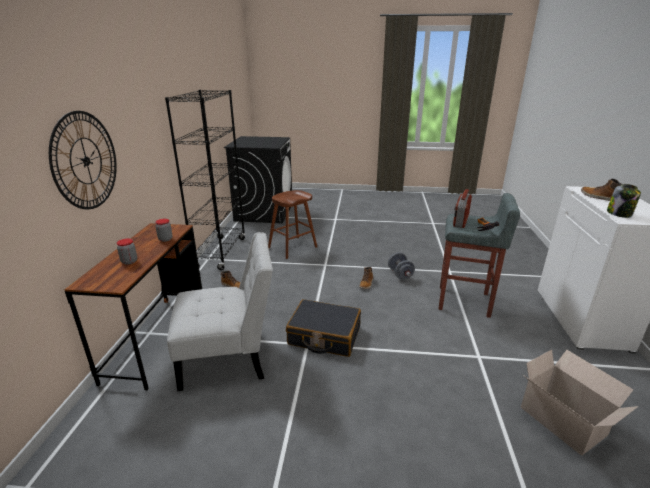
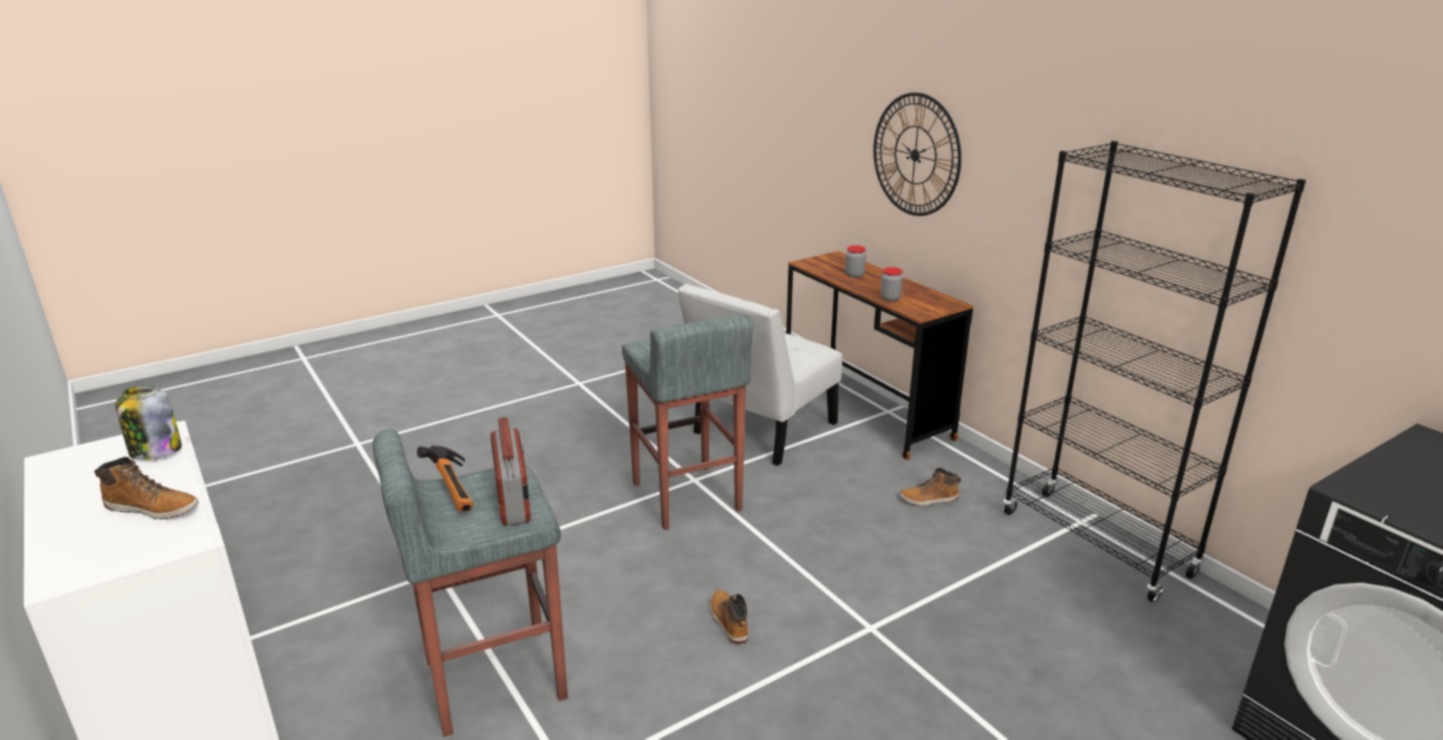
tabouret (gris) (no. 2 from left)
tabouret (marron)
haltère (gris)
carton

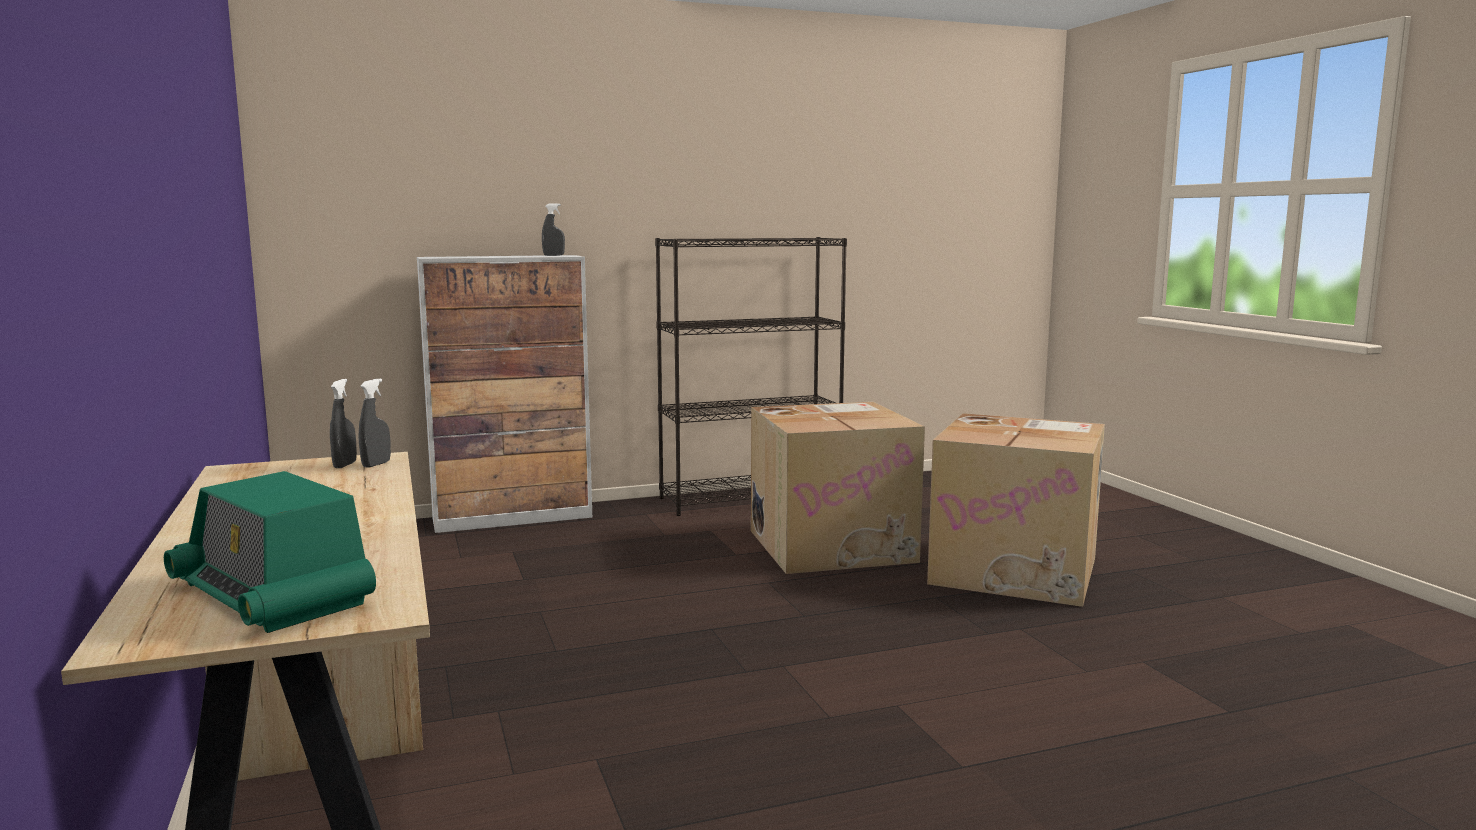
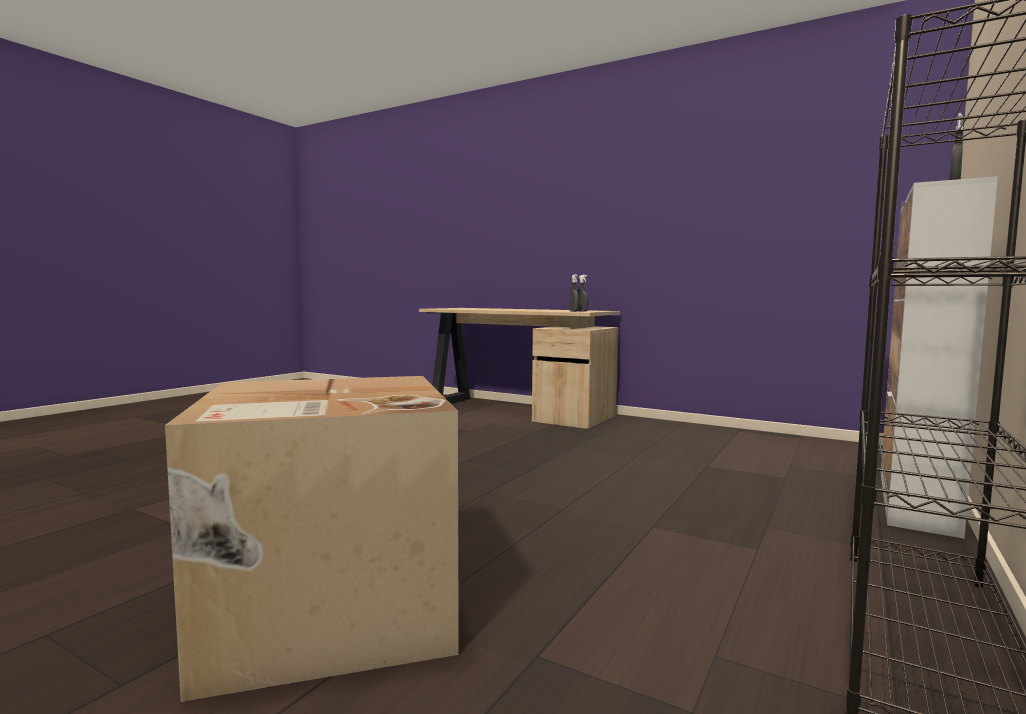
radio
carton (no. 1 from left in the first image)

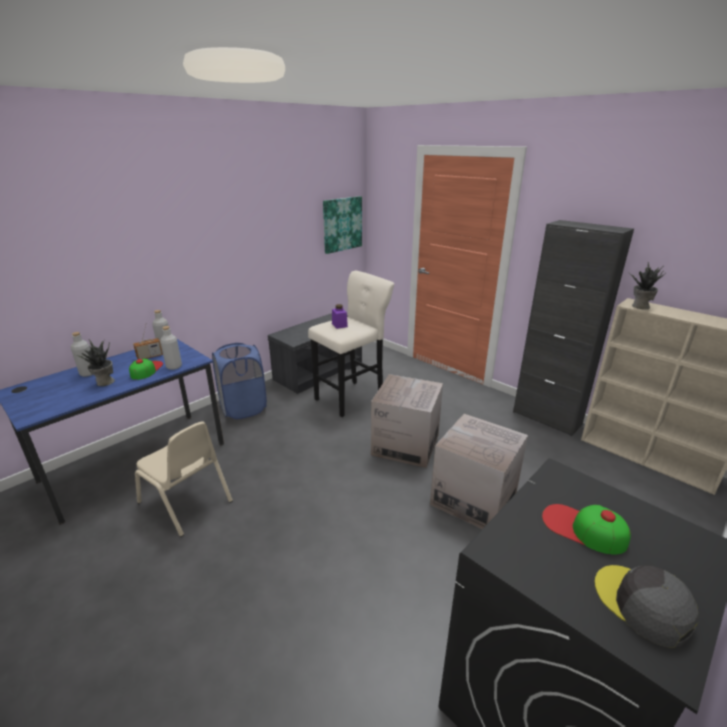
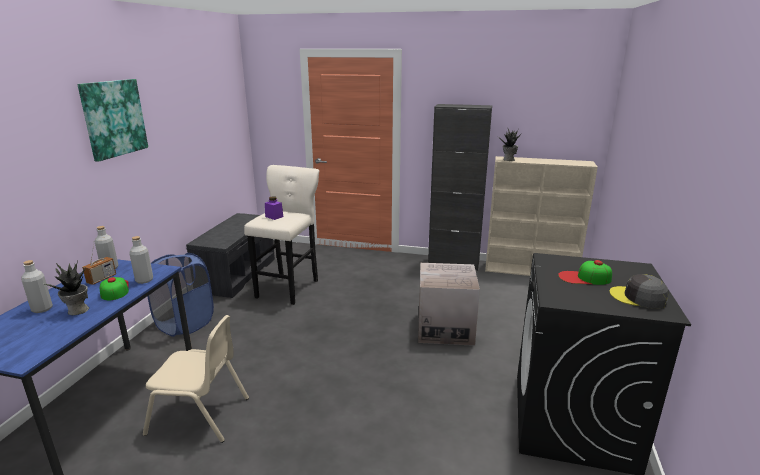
tableau
carton (no. 1 from left in the first image)

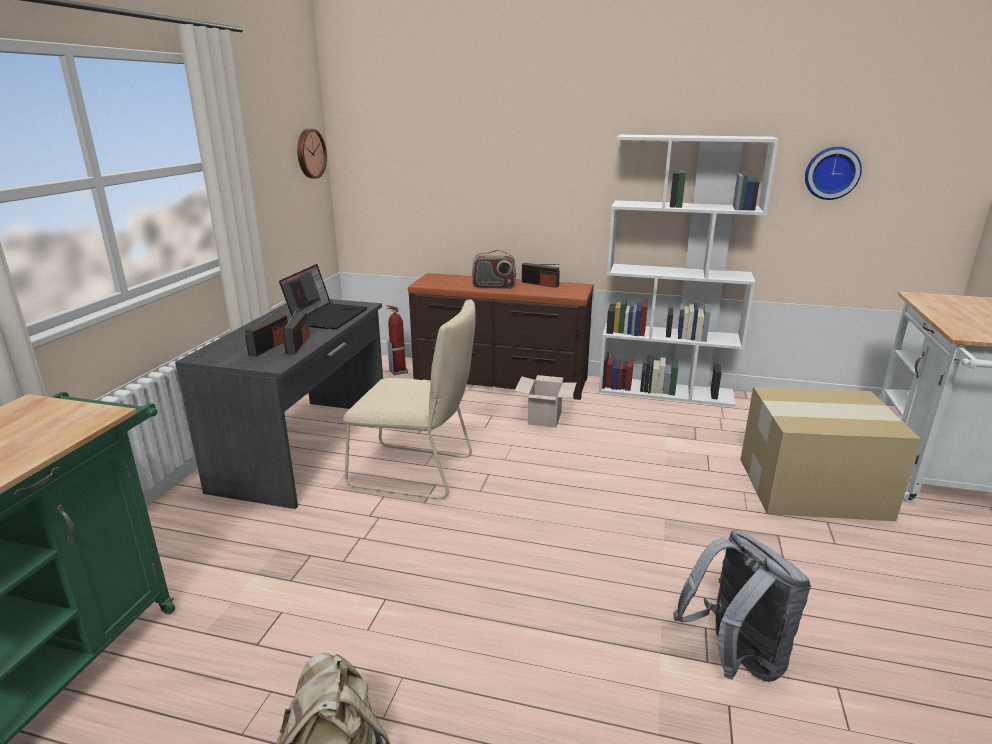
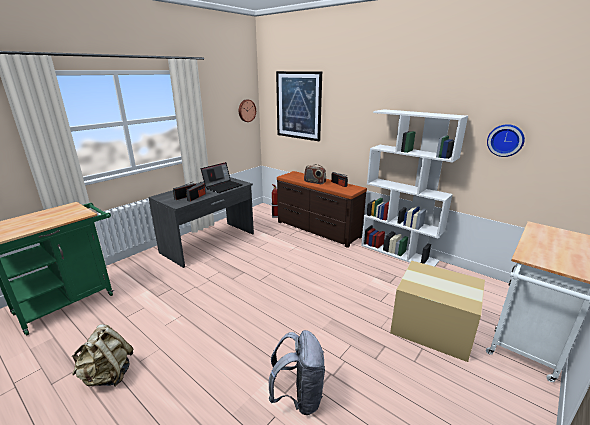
tableau
chaise (beige)
carton (no. 1 from left in the first image)

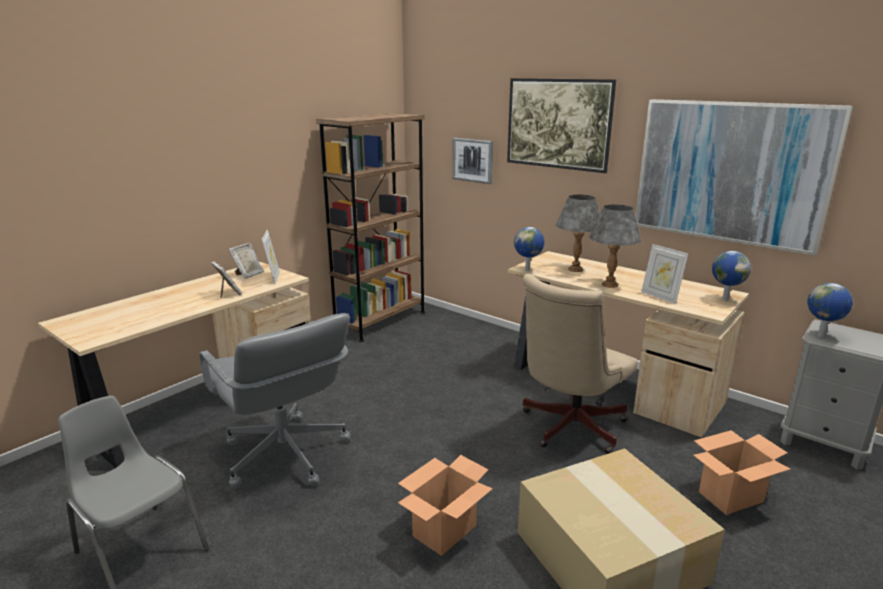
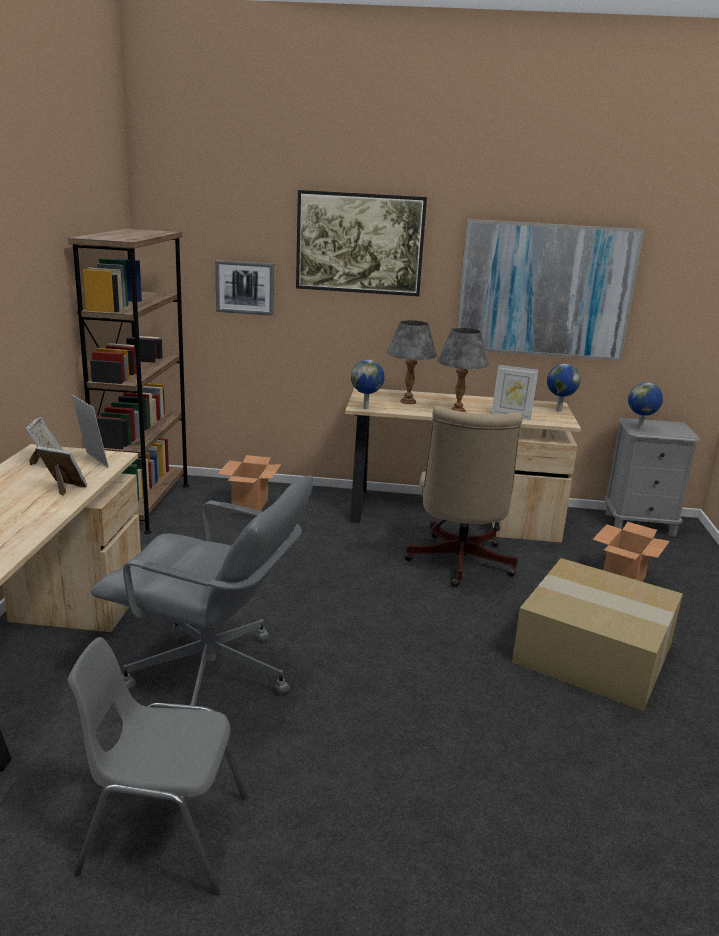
carton (no. 1 from left)

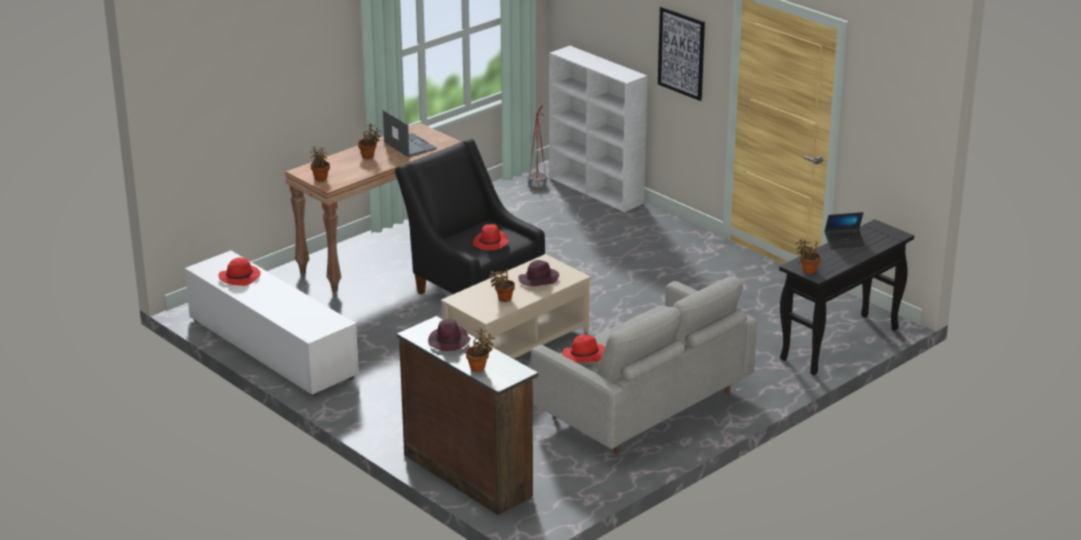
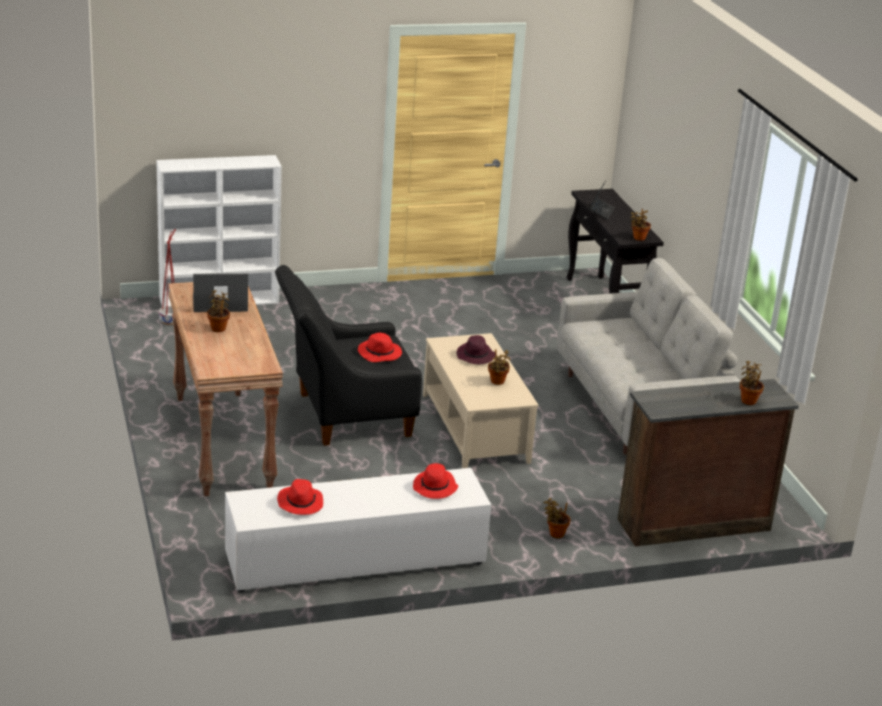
chapeau (rouge) (no. 3 from left)
plante en pot (no. 3 from left)
chapeau (violet) (no. 1 from left in the first image)
tableau

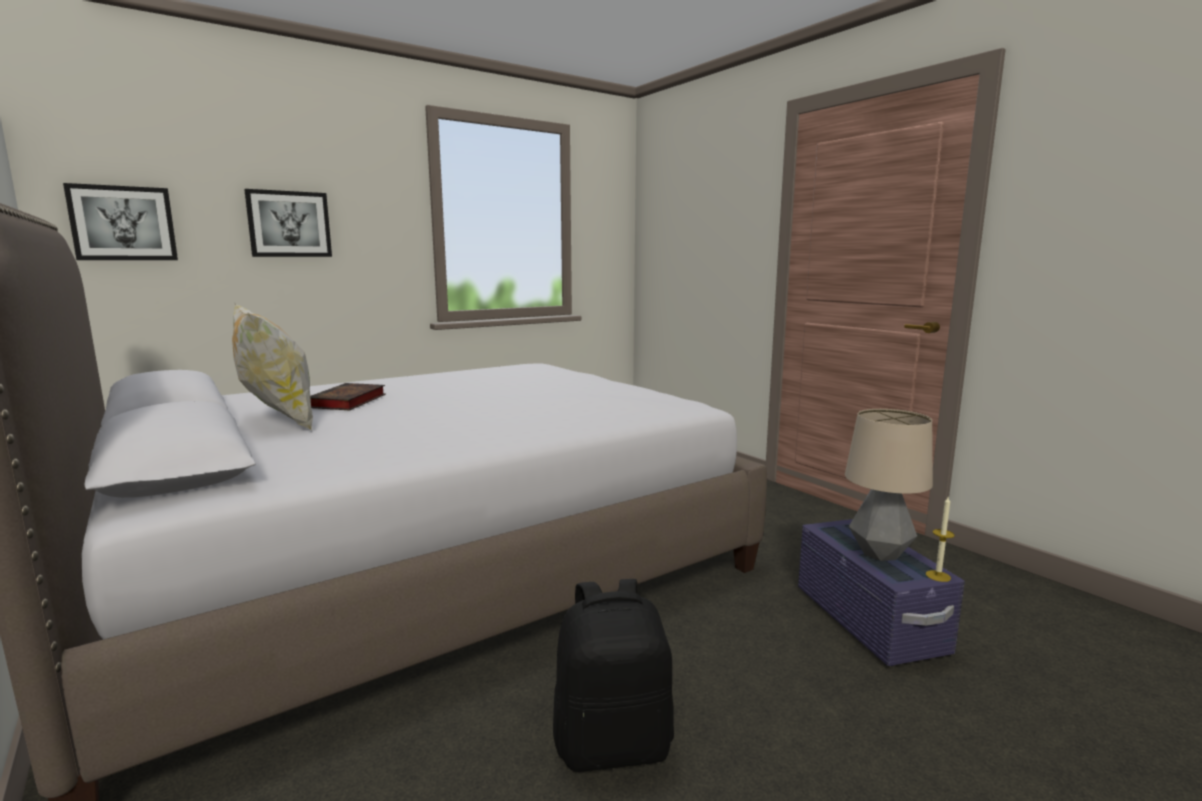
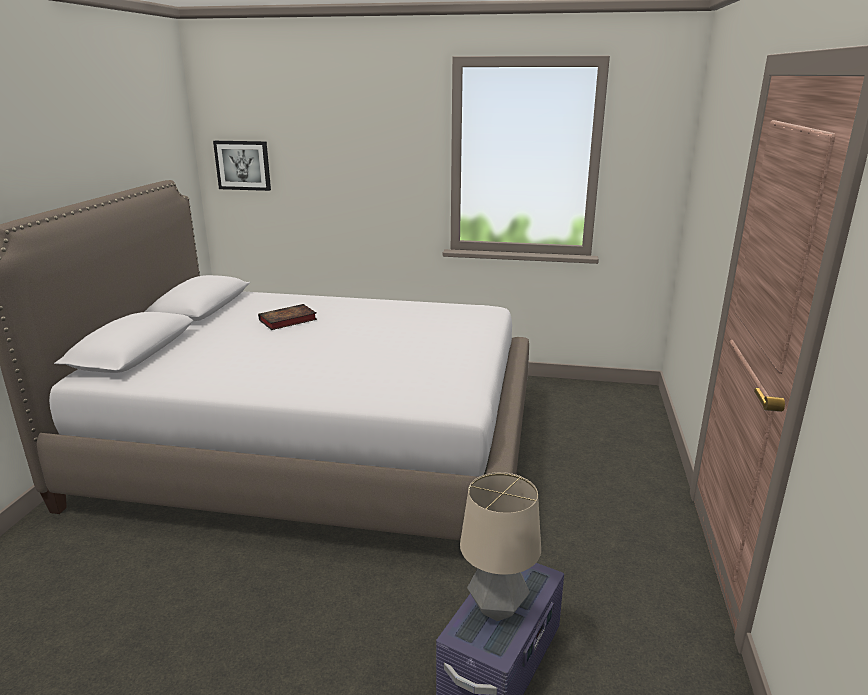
coussin
tableau (no. 2 from left in the first image)
sac à dos (noir)
bougie

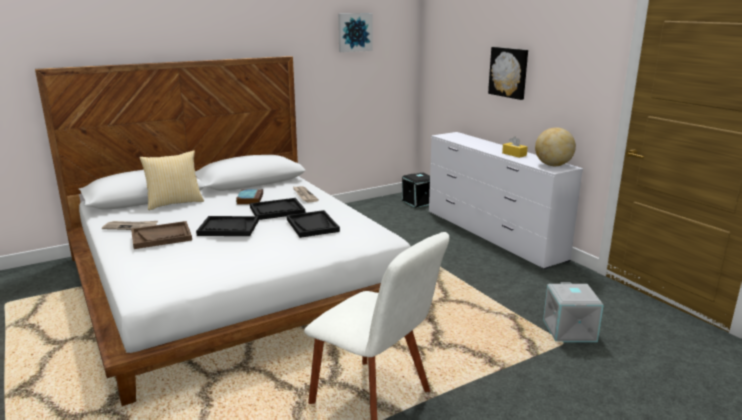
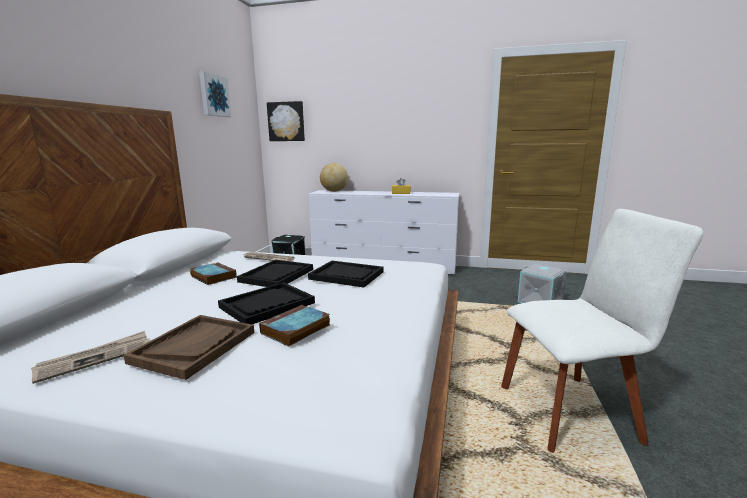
livre (no. 2 from left)
tableau (no. 2 from left)
globe
coussin

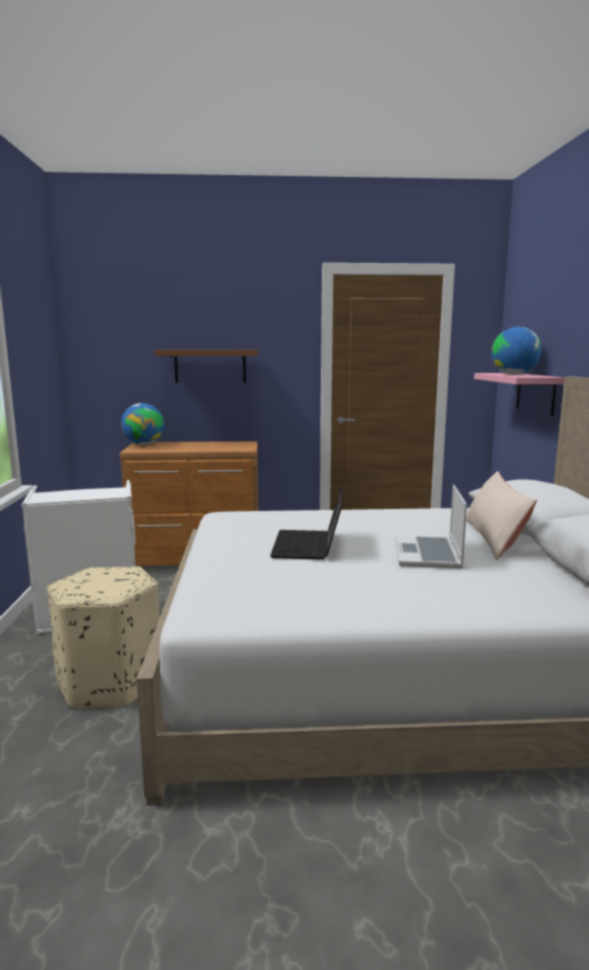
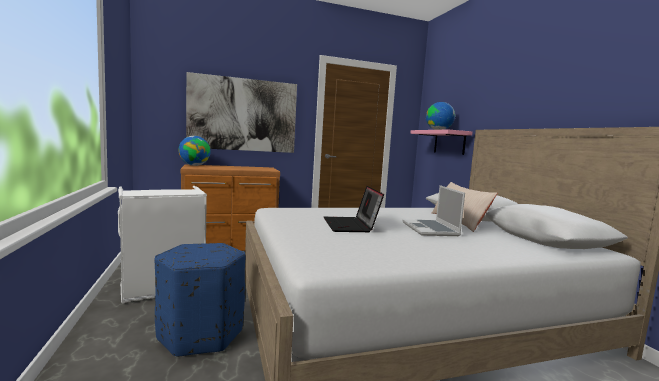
pouf (bleu)
tableau

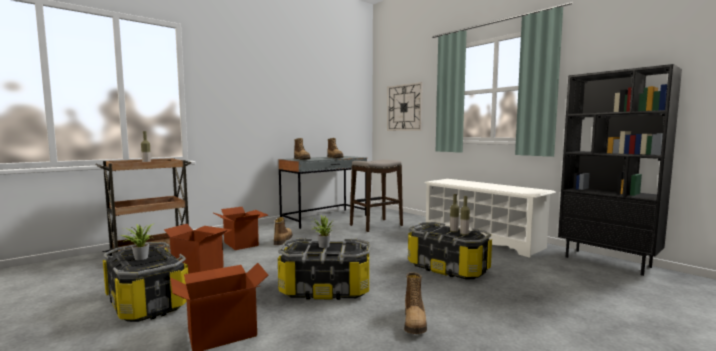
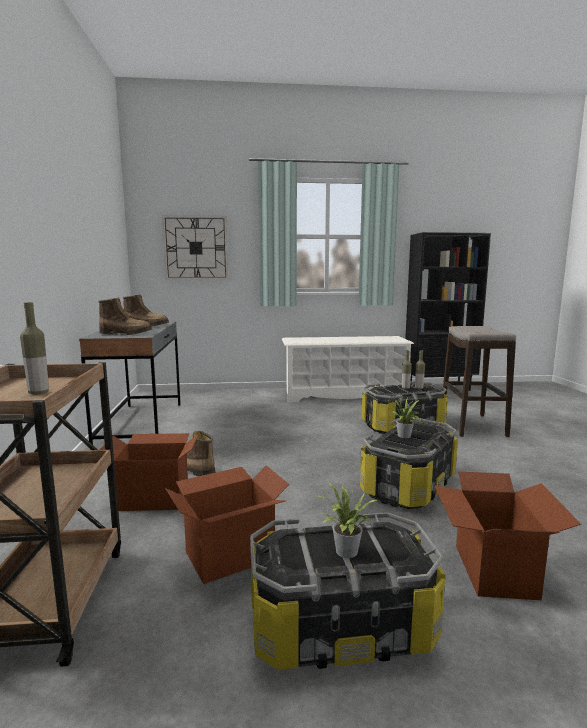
tabouret
botte (no. 4 from left in the first image)

